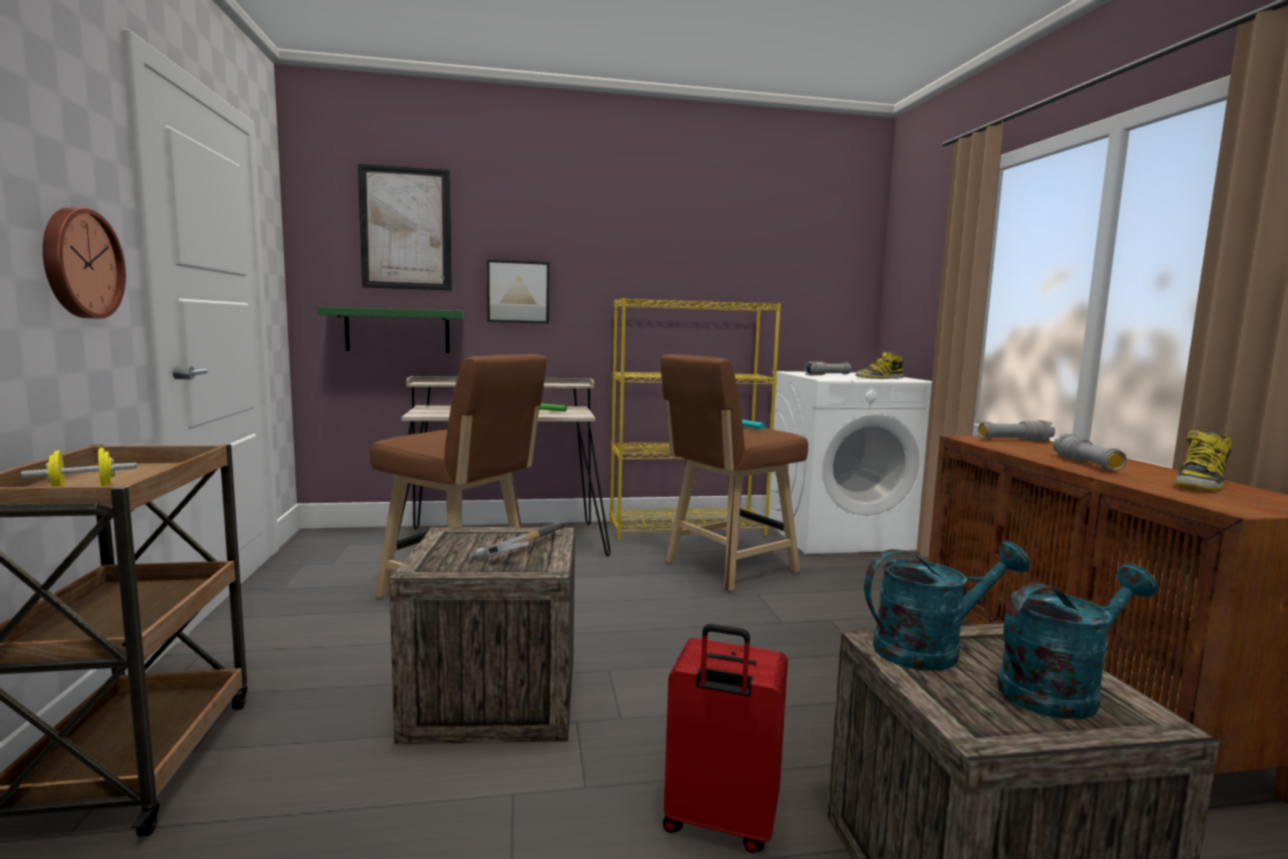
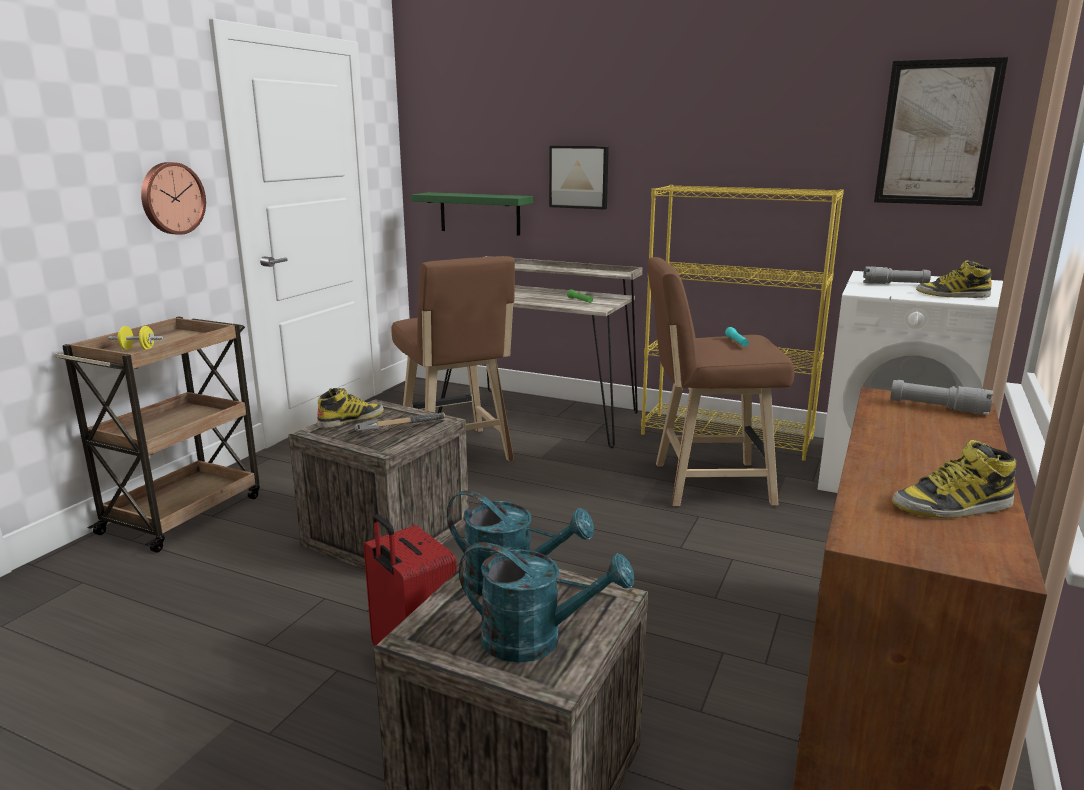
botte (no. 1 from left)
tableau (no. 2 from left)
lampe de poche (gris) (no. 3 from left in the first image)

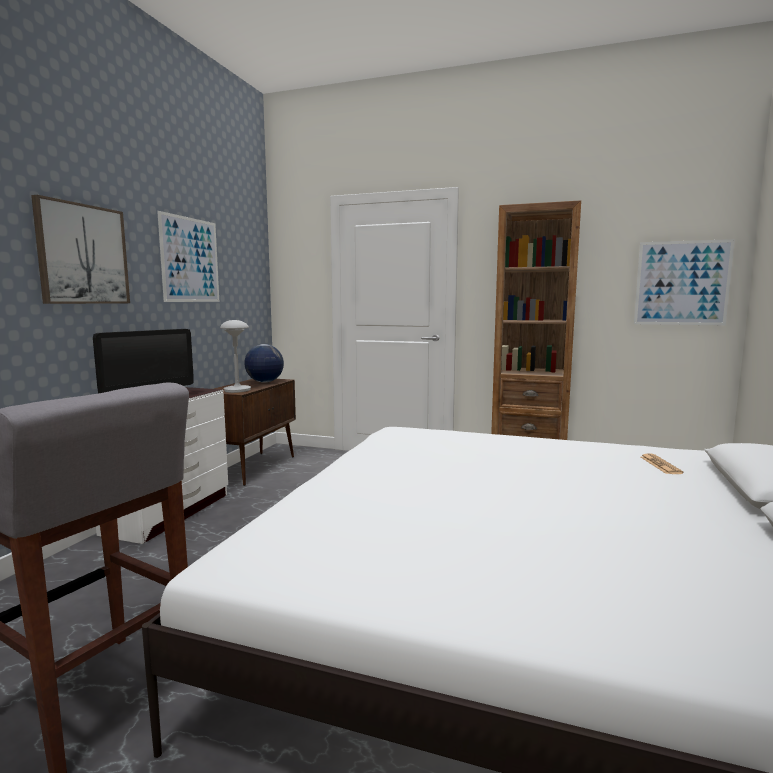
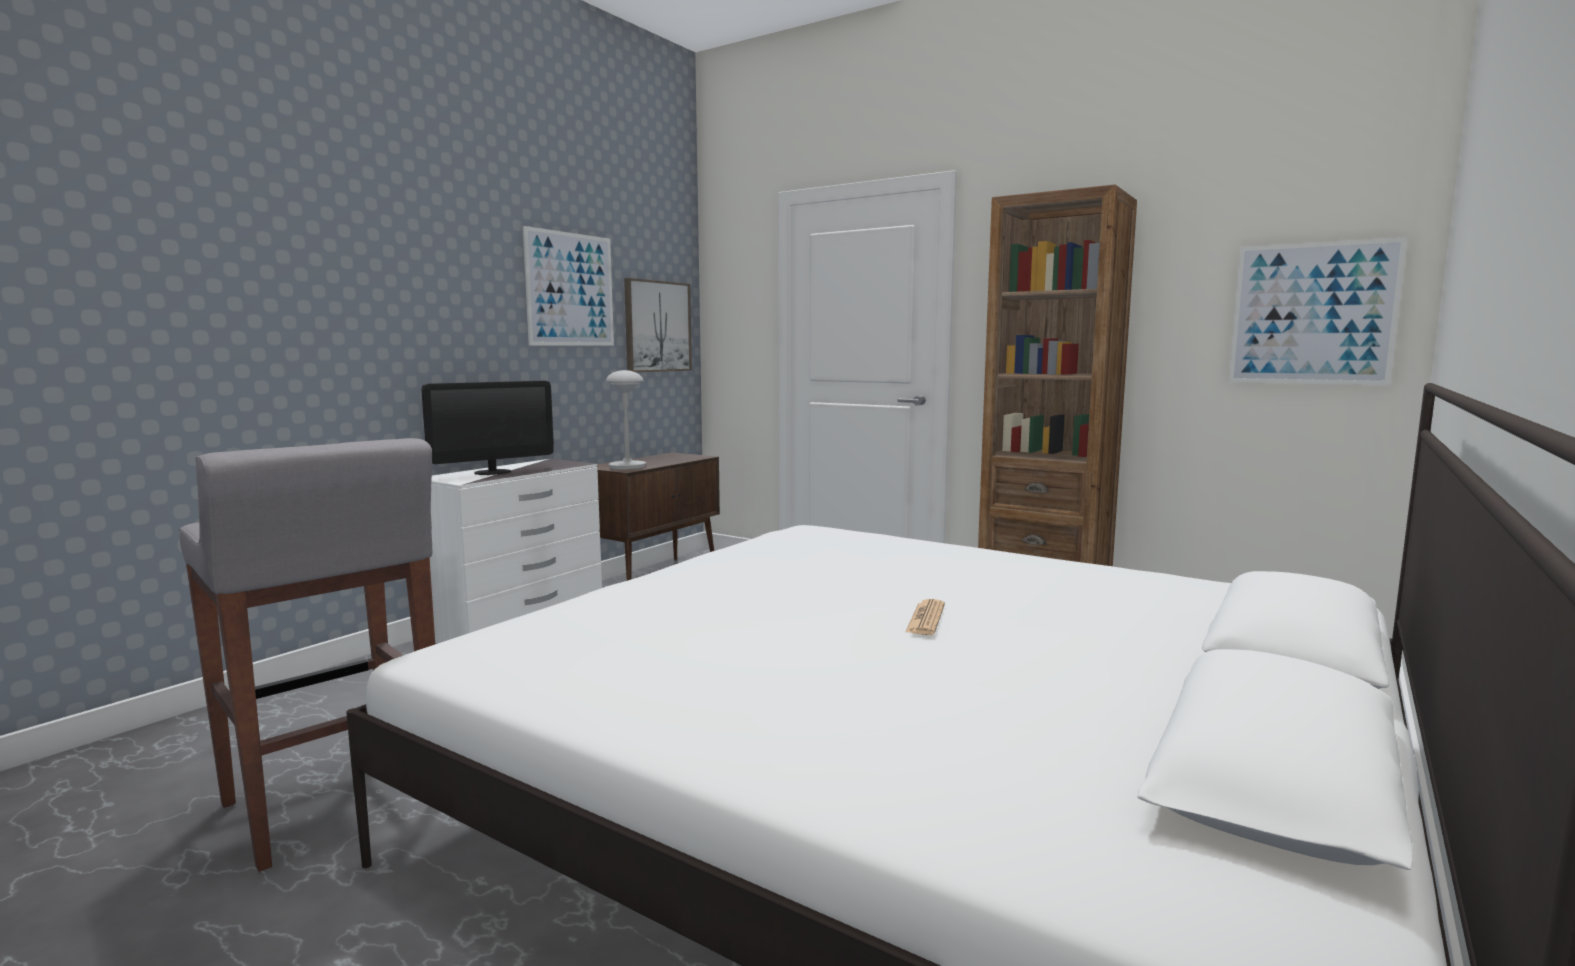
tableau (no. 2 from left)
journal
globe

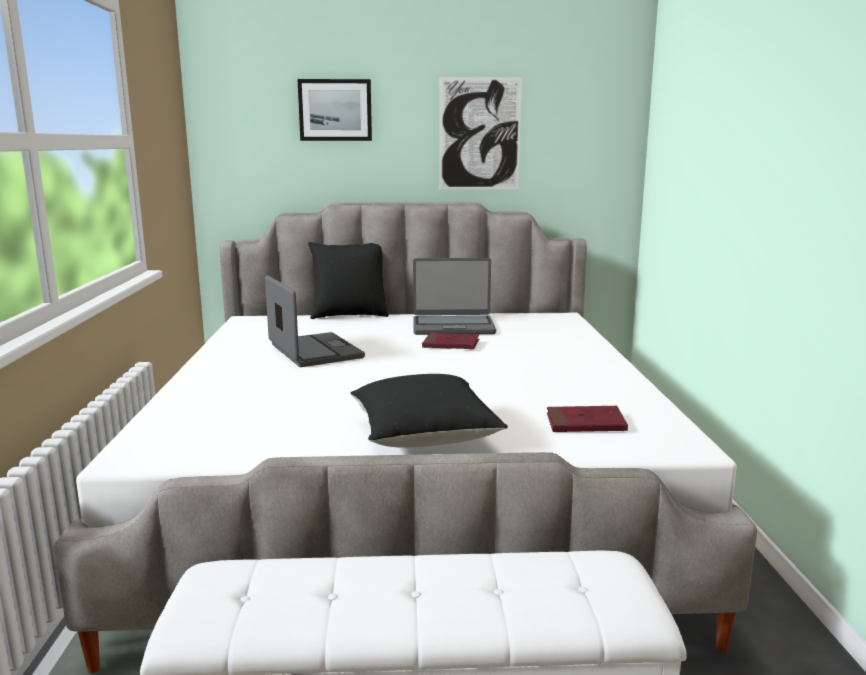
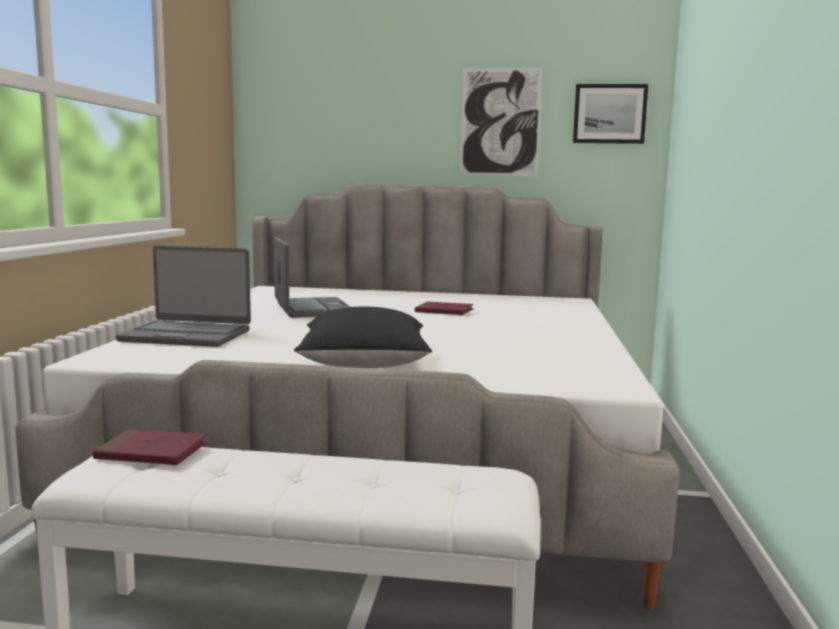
livre (rouge) (no. 1 from left)
ordinateur portable (no. 1 from left)
tableau (no. 2 from left)
coussin (noir) (no. 1 from left in the first image)

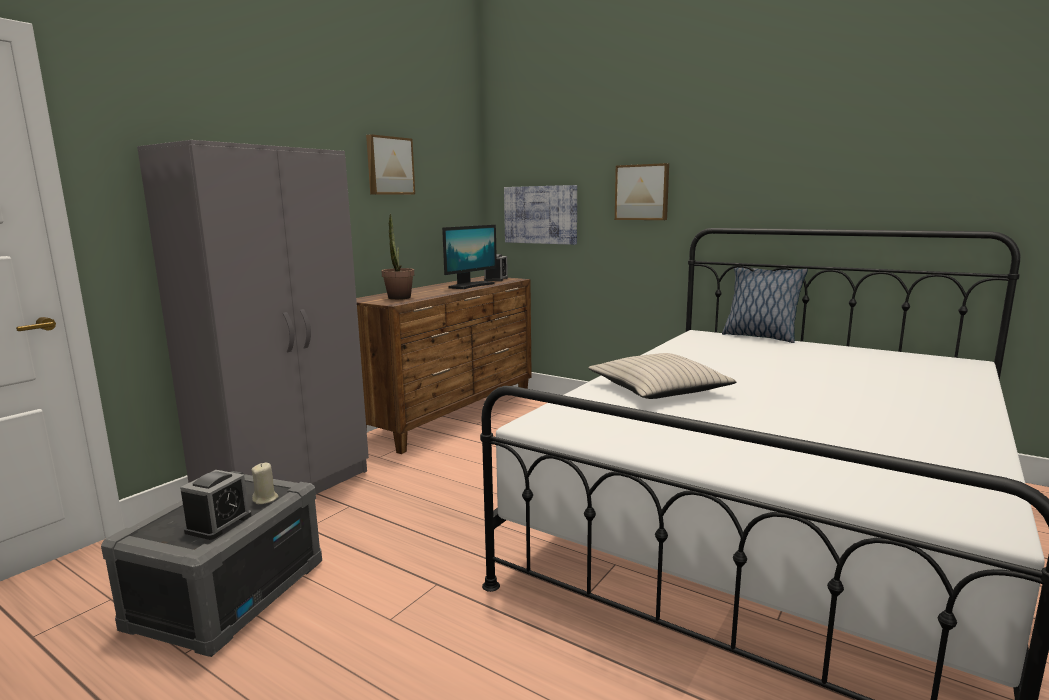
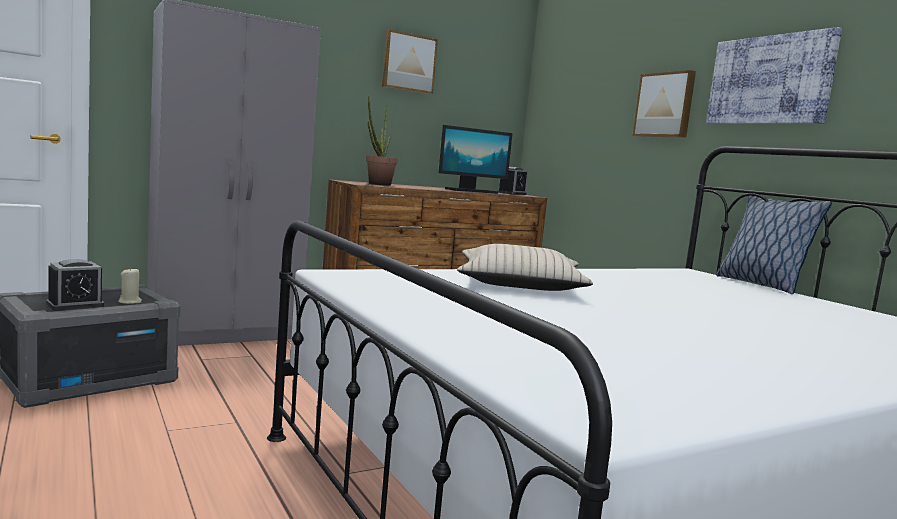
tableau (no. 3 from left)

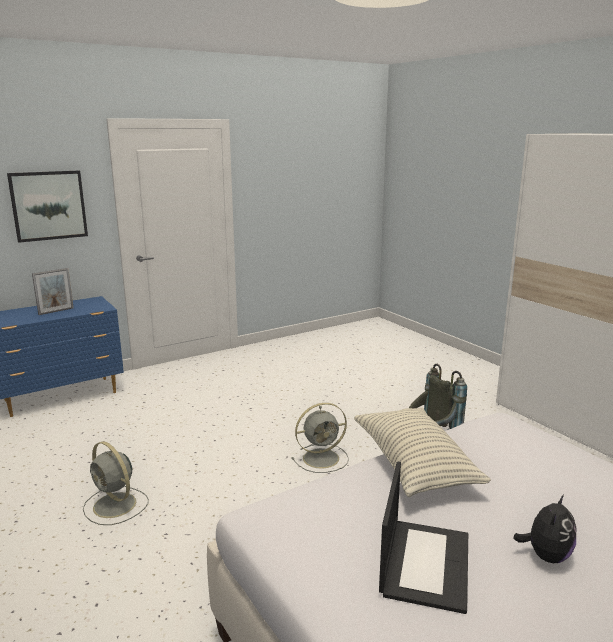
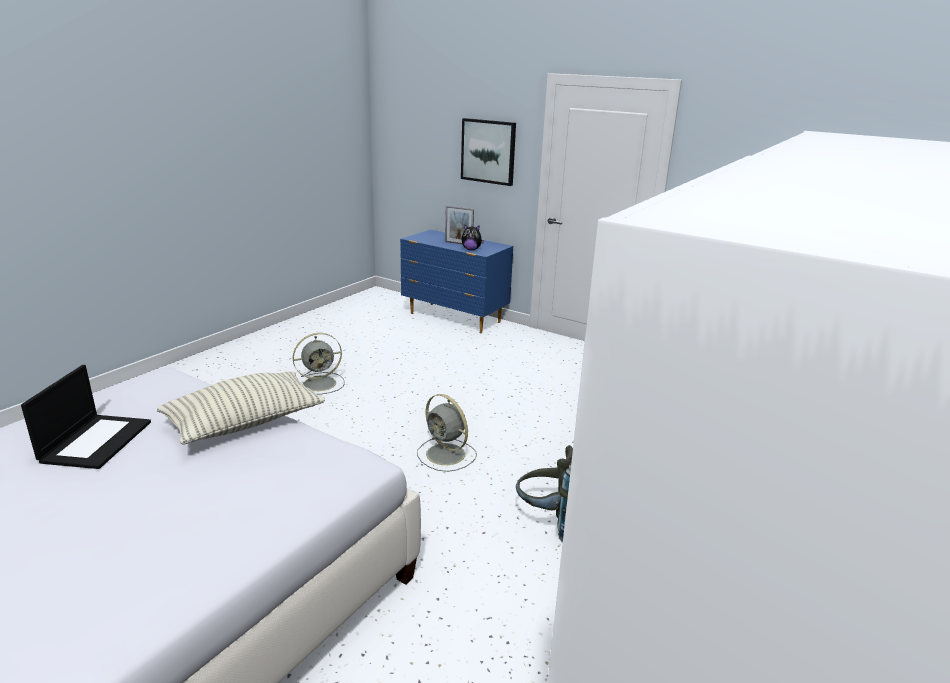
ordinateur portable
ventilateur (gris) (no. 1 from left)
peluche

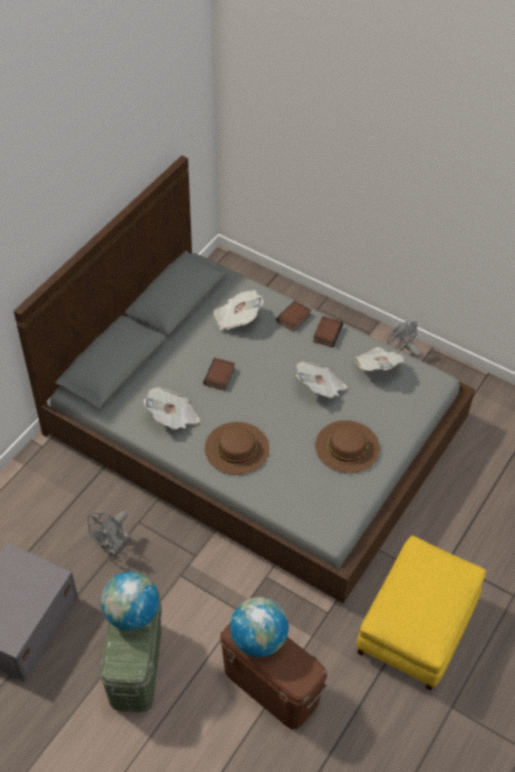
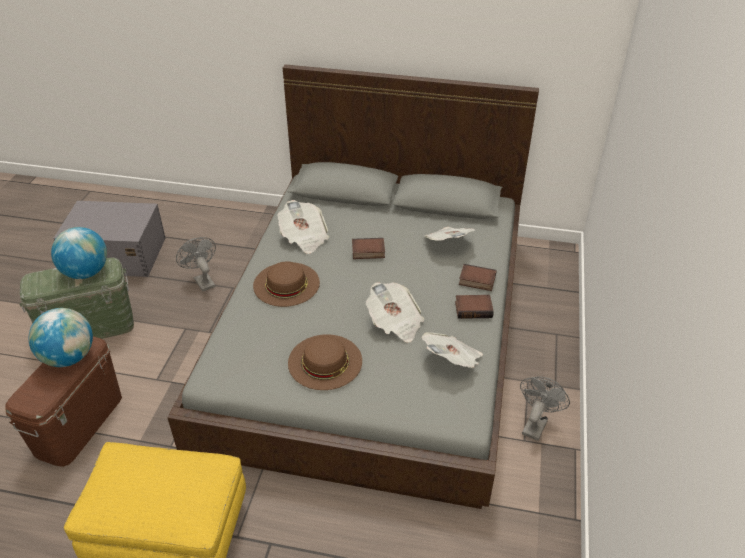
ventilateur (gris) (no. 1 from left)

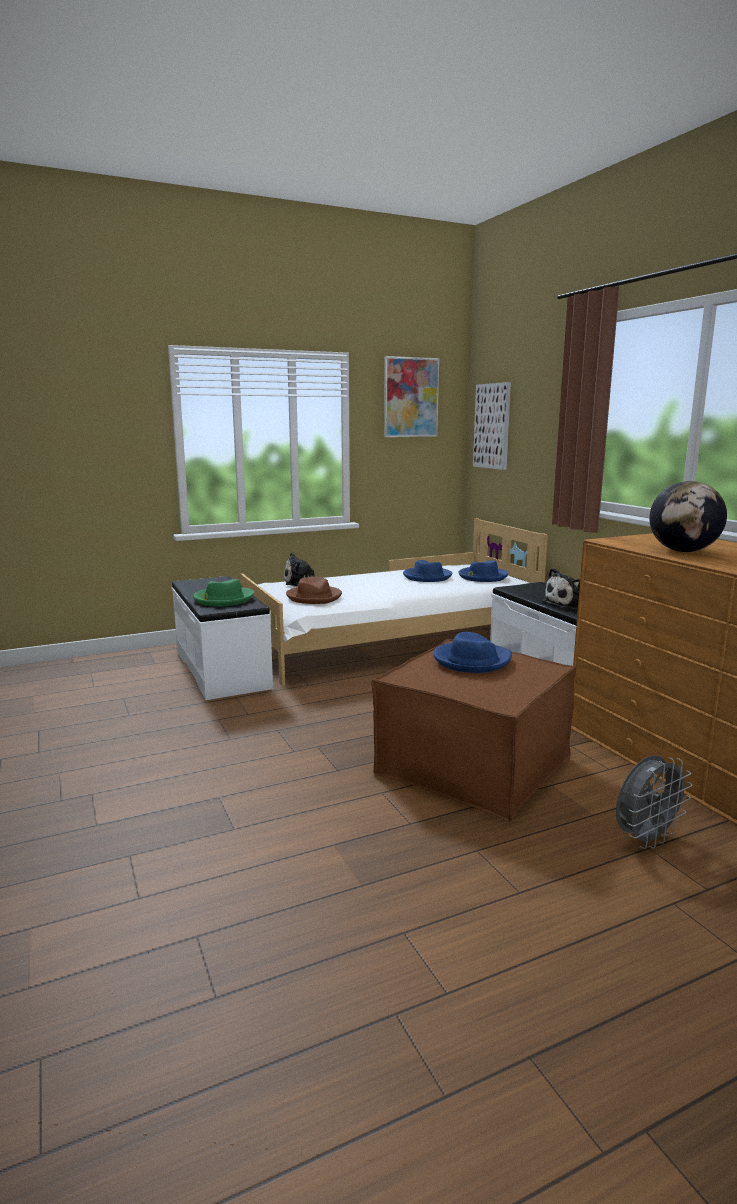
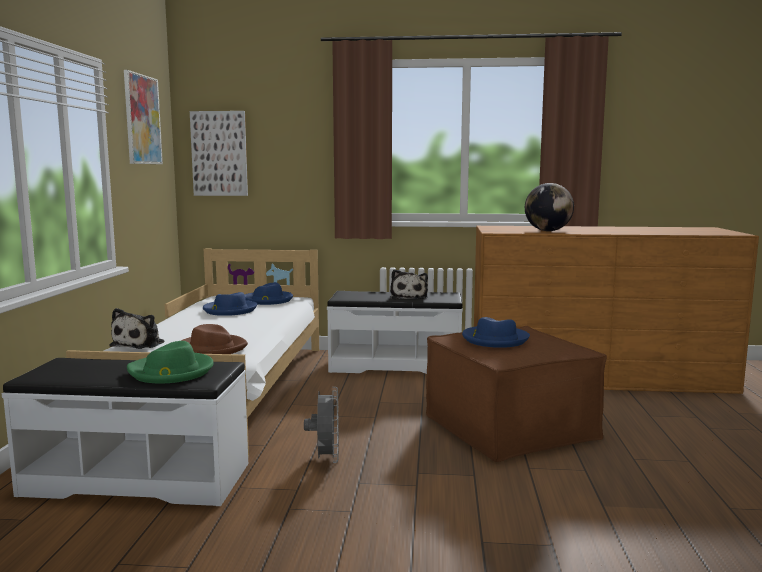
ventilateur (gris)

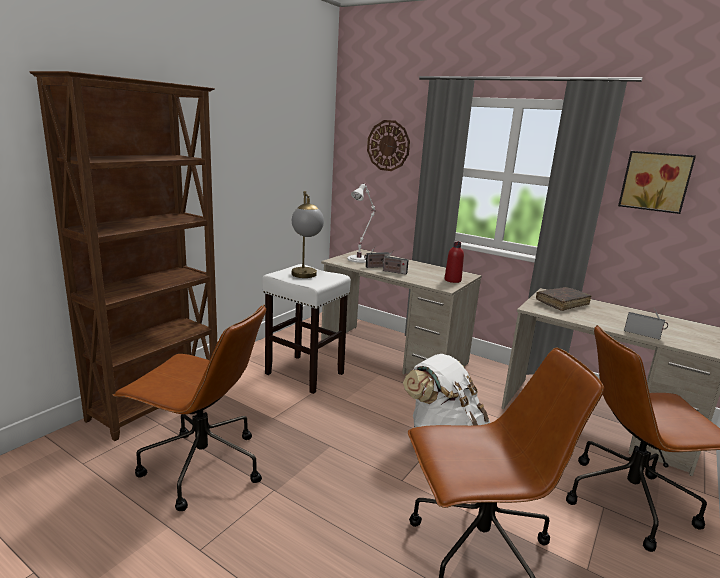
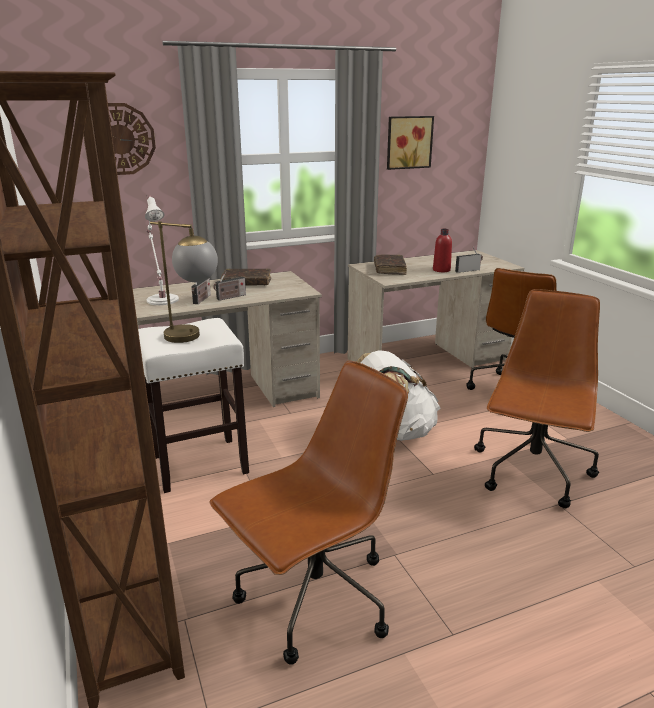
livre (marron) (no. 1 from left)
bouteille (rouge)

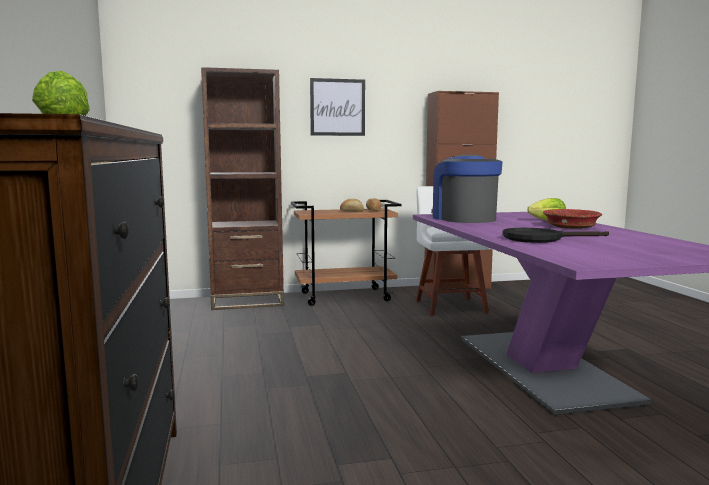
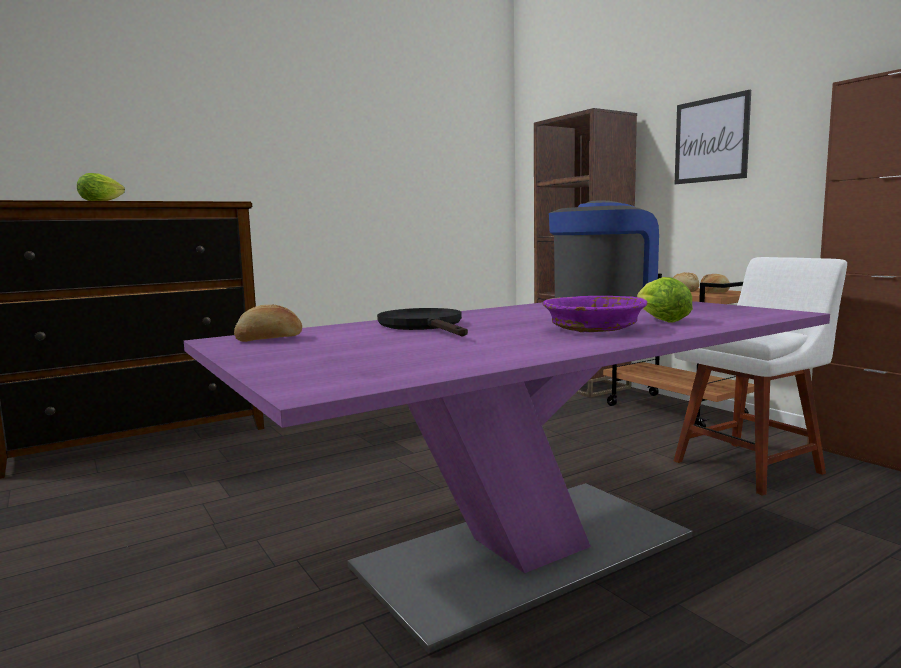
pain (no. 1 from left)
bol (violet)

